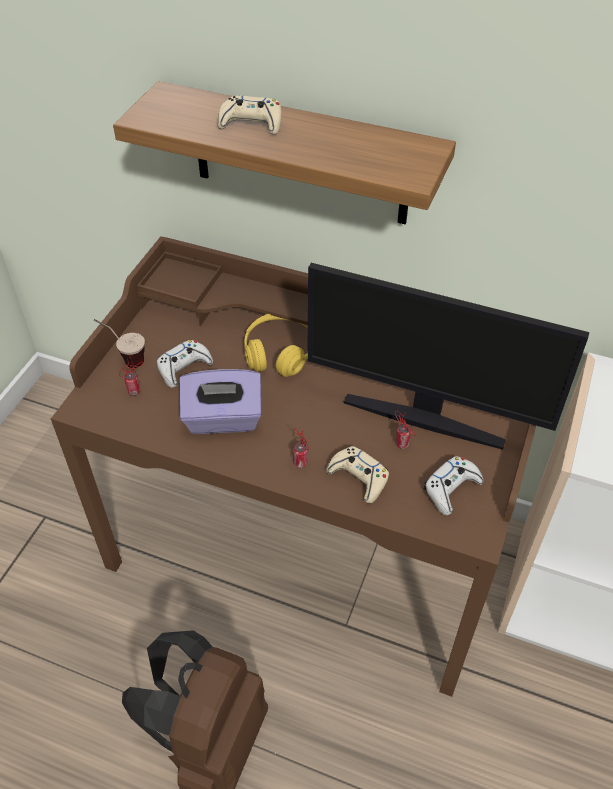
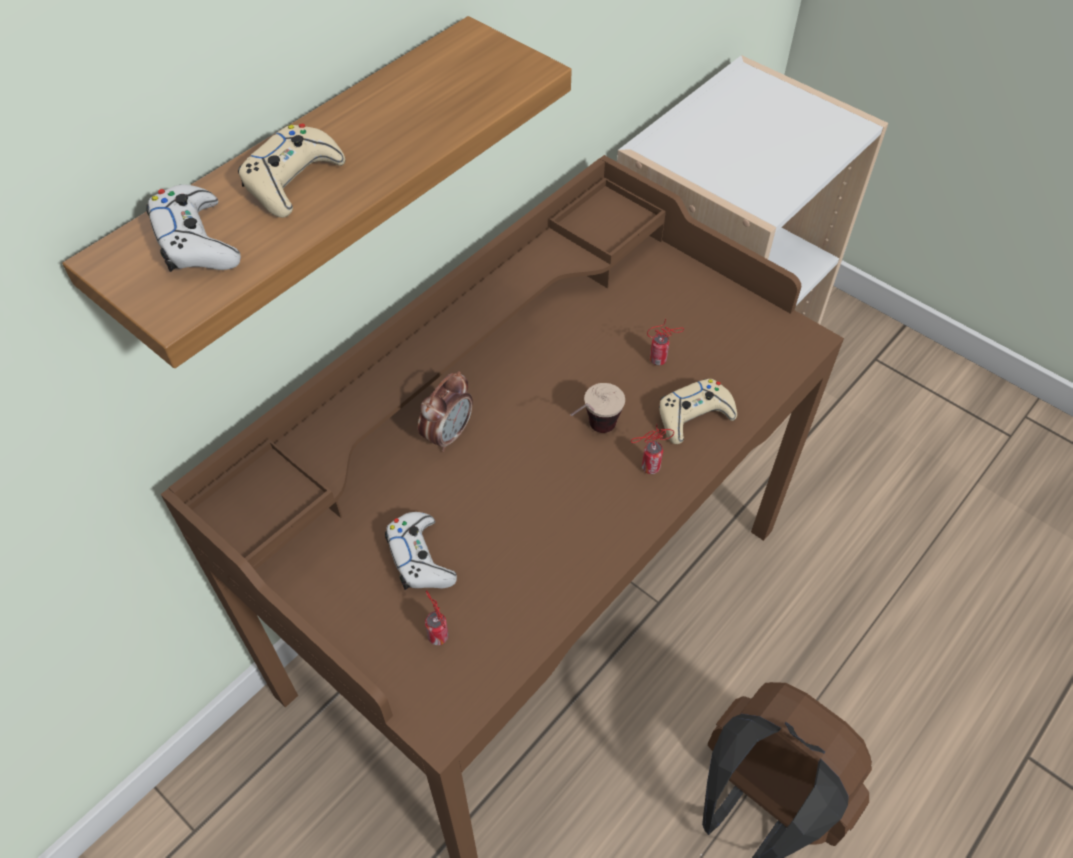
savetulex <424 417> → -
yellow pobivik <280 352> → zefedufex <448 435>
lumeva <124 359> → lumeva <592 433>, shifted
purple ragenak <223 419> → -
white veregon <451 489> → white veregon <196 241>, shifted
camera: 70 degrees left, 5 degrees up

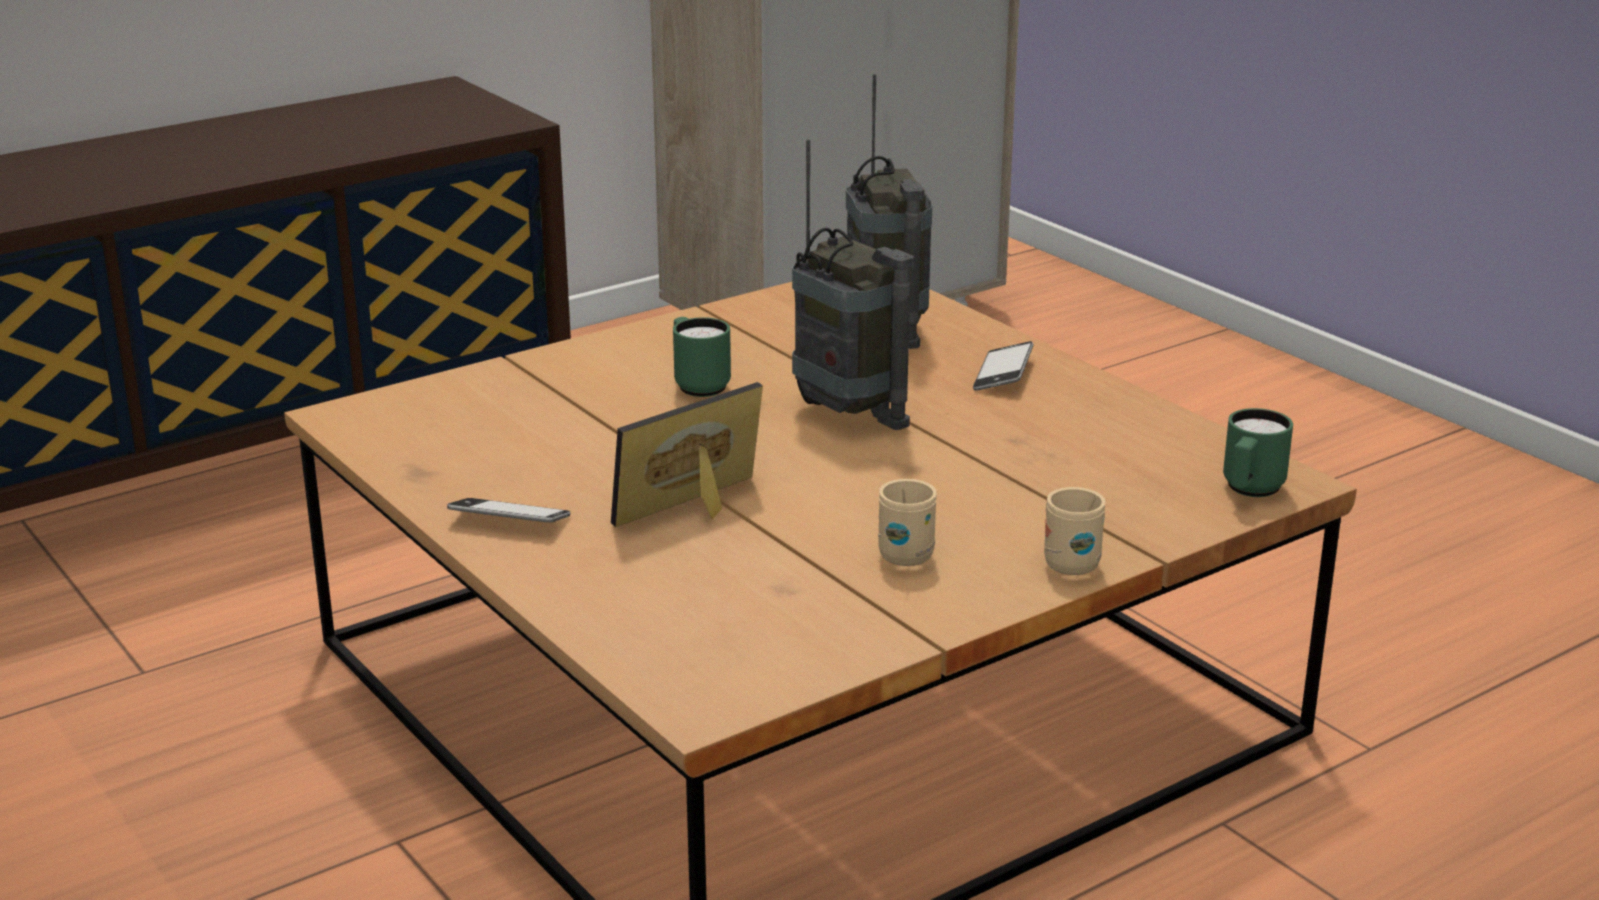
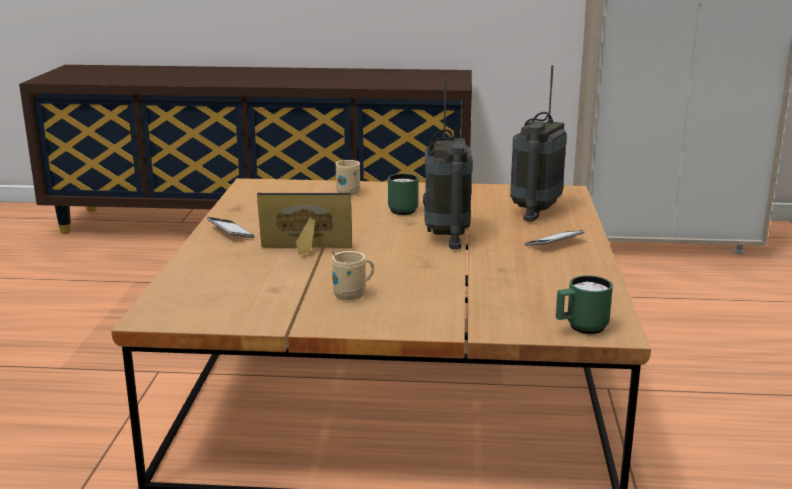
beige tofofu <1067 561> → beige tofofu <349 192>, shifted
camera: 40 degrees right, 5 degrees down

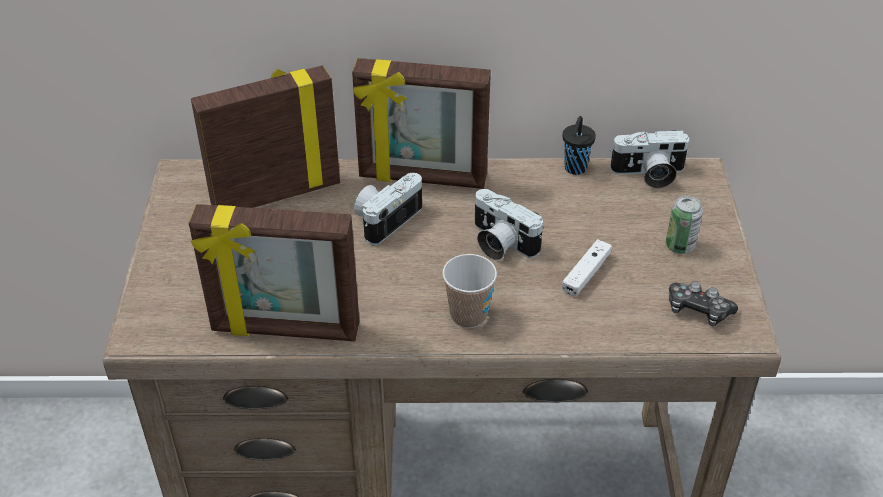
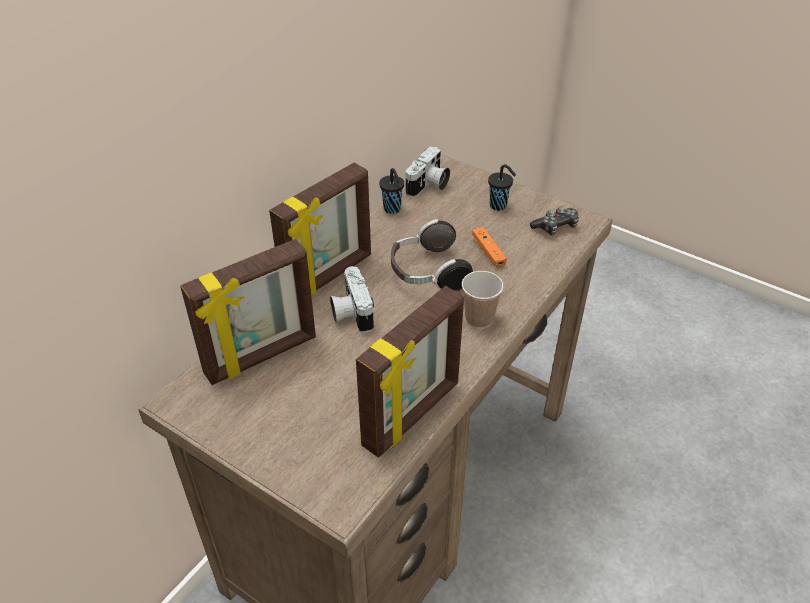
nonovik <275 193> → nonovik <262 357>, 135 degrees counterclockwise
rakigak <499 243> → pobivik <427 273>
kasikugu <679 245> → black lumeva <499 206>
white veregon <586 274> → orange veregon <488 252>
camera: 55 degrees left, 0 degrees up

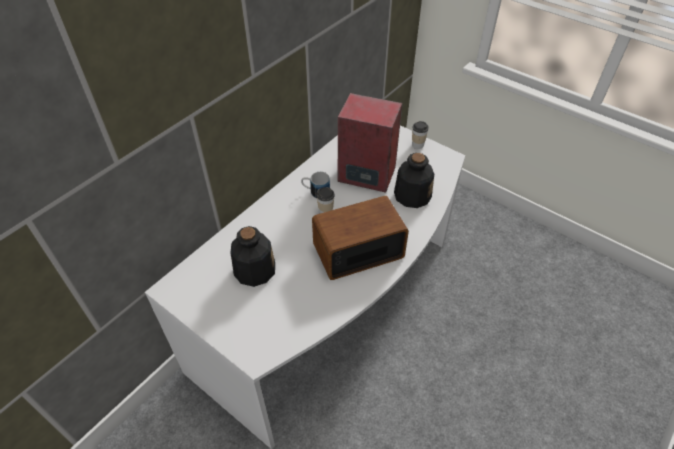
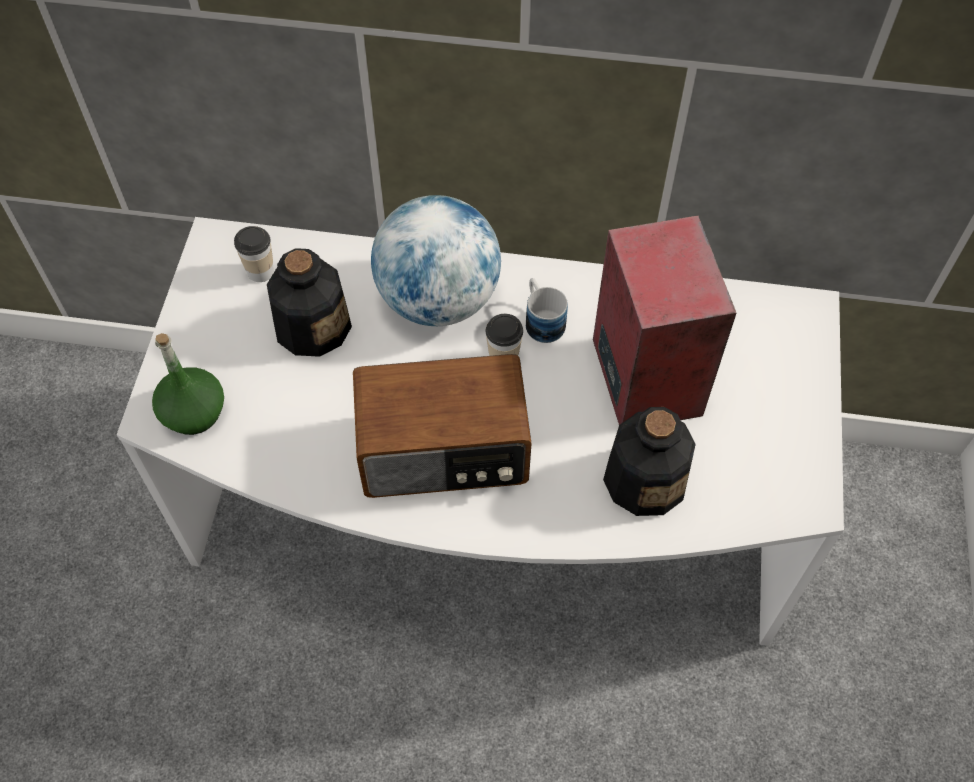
lumeva <417 145> → lumeva <260 271>, shifted
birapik <357 250> → birapik <444 451>, 135 degrees clockwise
- → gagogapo <438 299>
- → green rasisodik <194 412>
camera: 60 degrees right, 10 degrees up

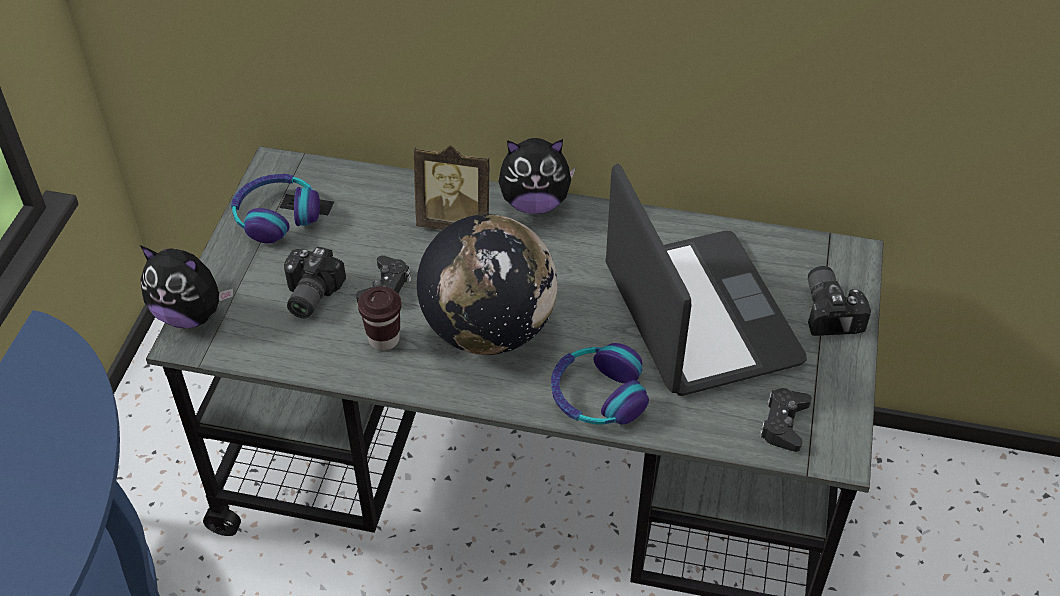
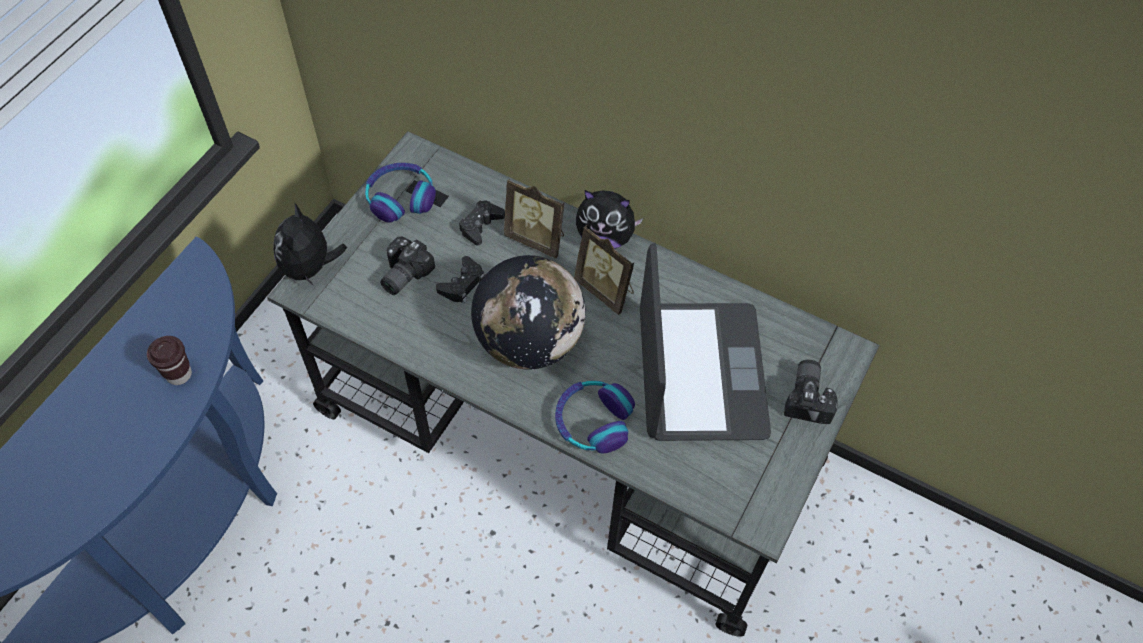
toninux <190 314> → toninux <310 268>, 60 degrees clockwise
brown lumeva <384 339> → brown lumeva <179 374>, shifted
black veregon <783 424> → black veregon <480 225>, shifted
- → nonovik <606 289>
camera: 15 degrees right, 10 degrees up

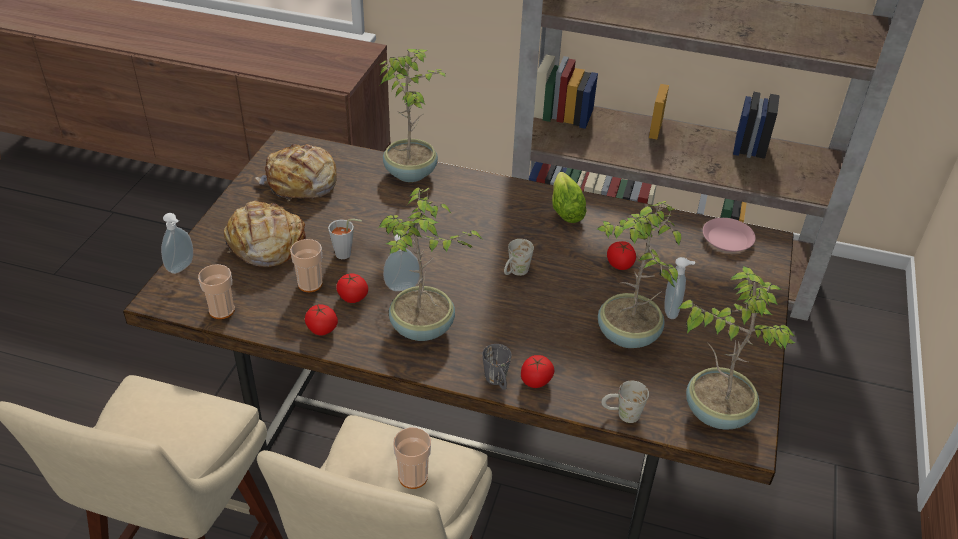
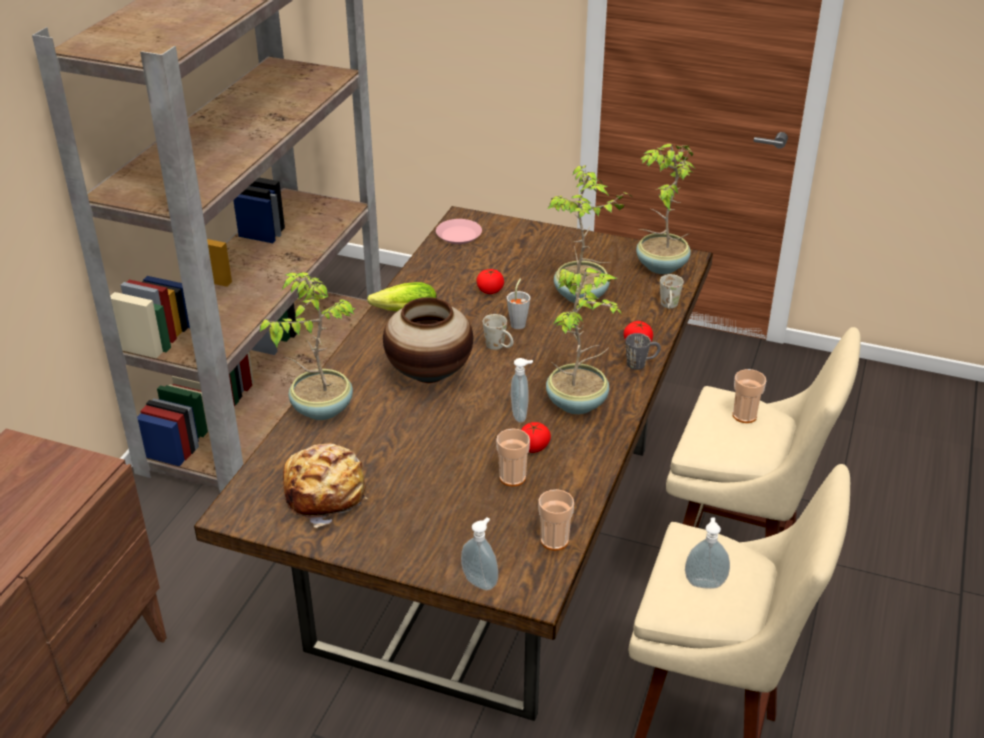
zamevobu <265 244> → -
grey lumeva <346 255> → grey lumeva <519 323>, shifted
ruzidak <672 311> → ruzidak <704 582>, shifted
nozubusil <321 329> → -
- → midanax <429 373>
camera: 85 degrees left, 5 degrees down

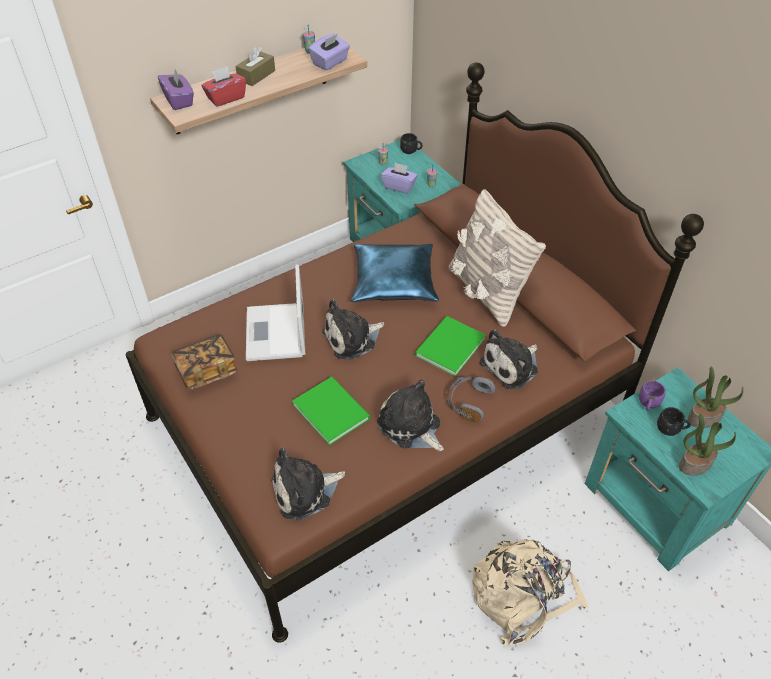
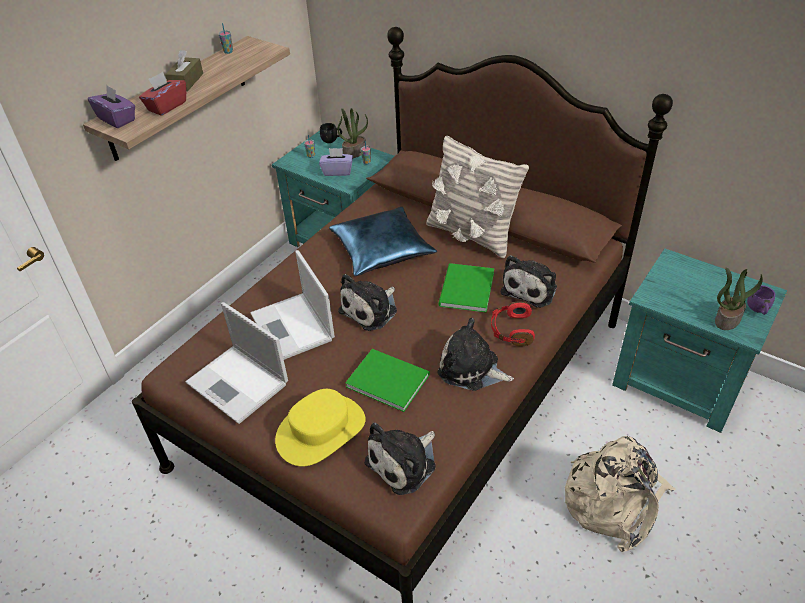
purple ragenak <330 62> → -
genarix <206 370> → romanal <239 384>
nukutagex <704 417> → nukutagex <354 152>, shifted
grey pobivik <468 402> → red pobivik <511 330>
purple tofofu <648 404> → purple tofofu <758 310>, shifted
black tofofu <671 429> → -
- → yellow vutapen <321 430>
camera: 20 degrees left, 5 degrees down

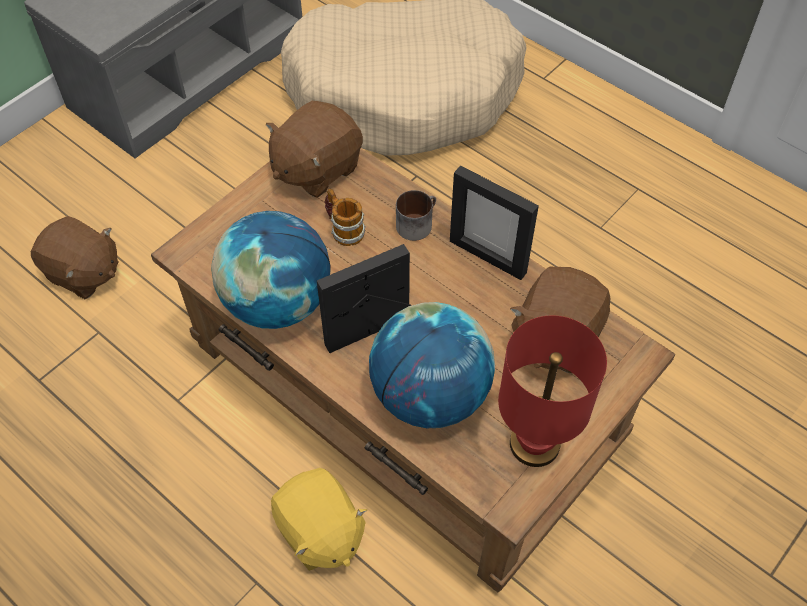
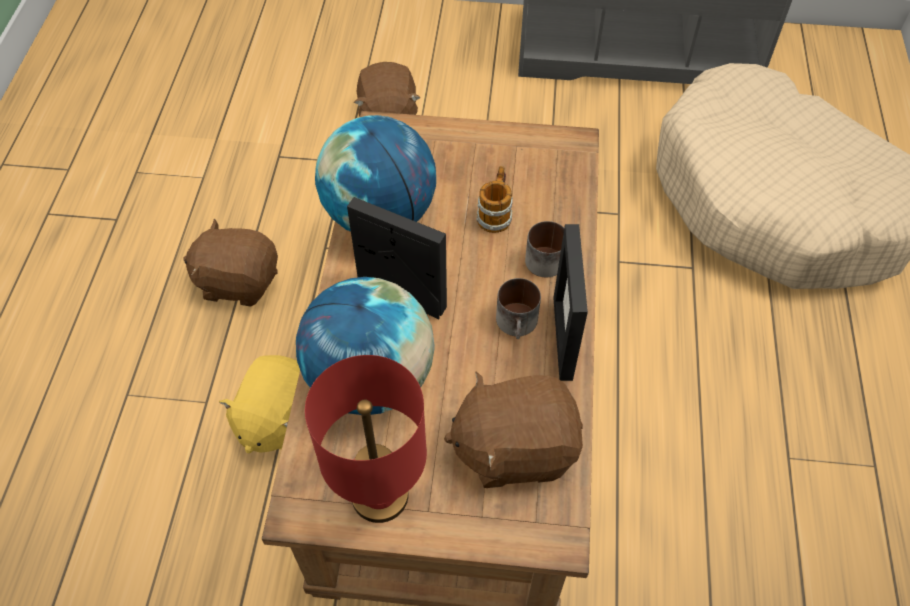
brown toninux <316 168> → brown toninux <238 281>, shifted
- → tofofu <518 324>
camera: 55 degrees right, 0 degrees up

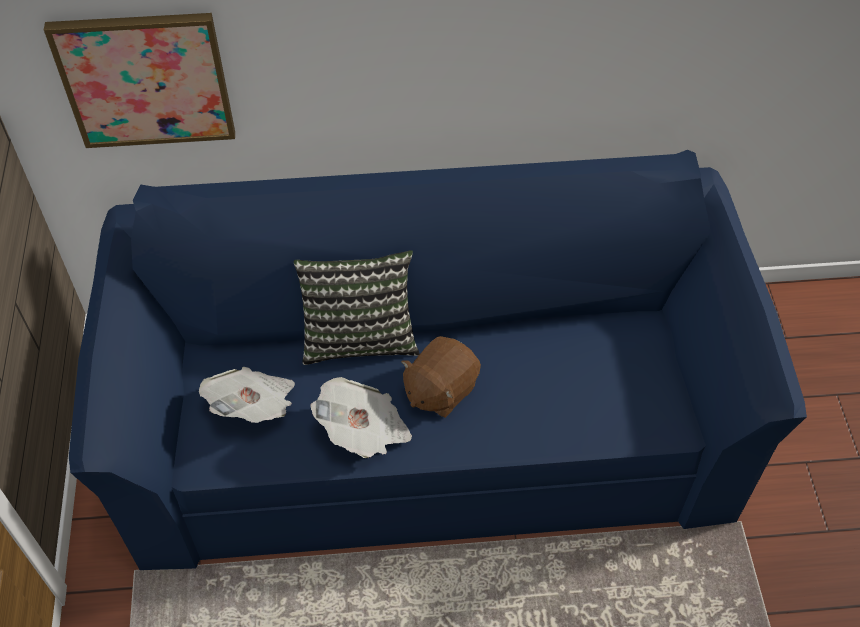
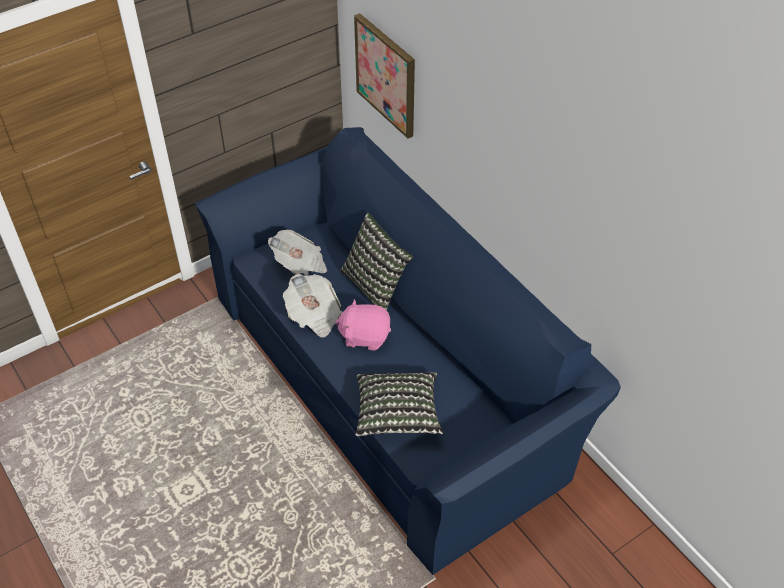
brown toninux <440 390> → pink toninux <364 336>
- → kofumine <397 414>
camera: 60 degrees right, 5 degrees down

